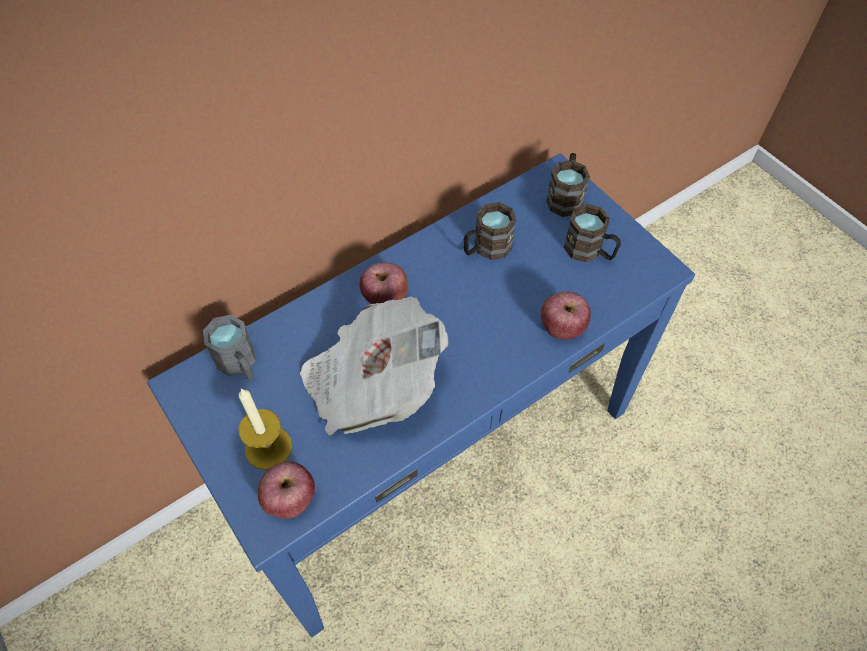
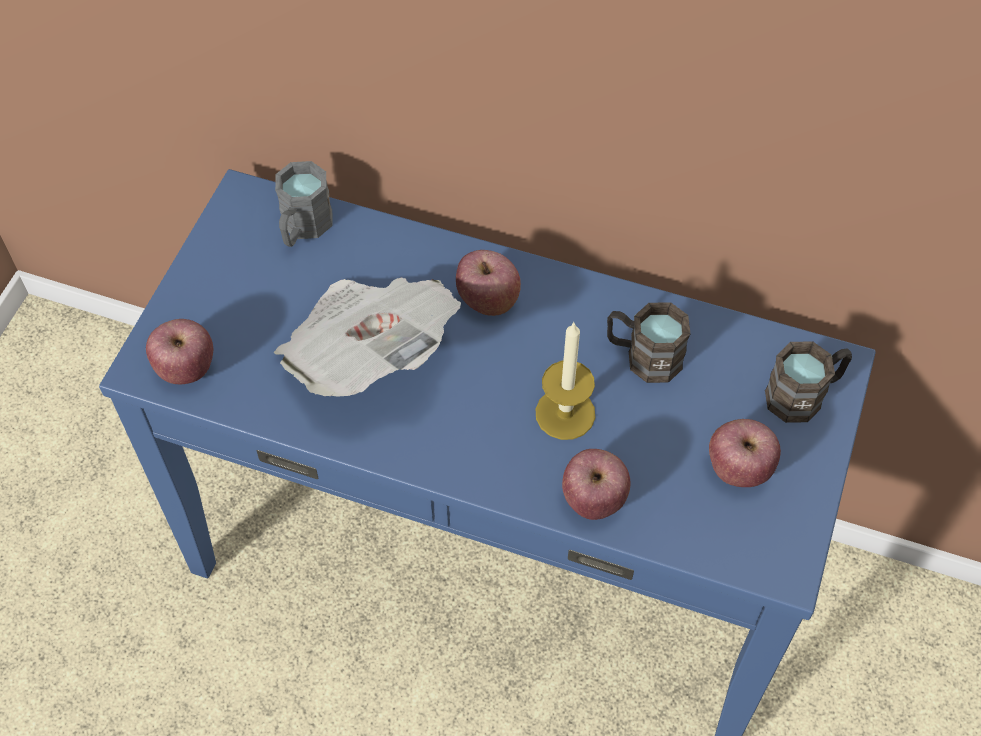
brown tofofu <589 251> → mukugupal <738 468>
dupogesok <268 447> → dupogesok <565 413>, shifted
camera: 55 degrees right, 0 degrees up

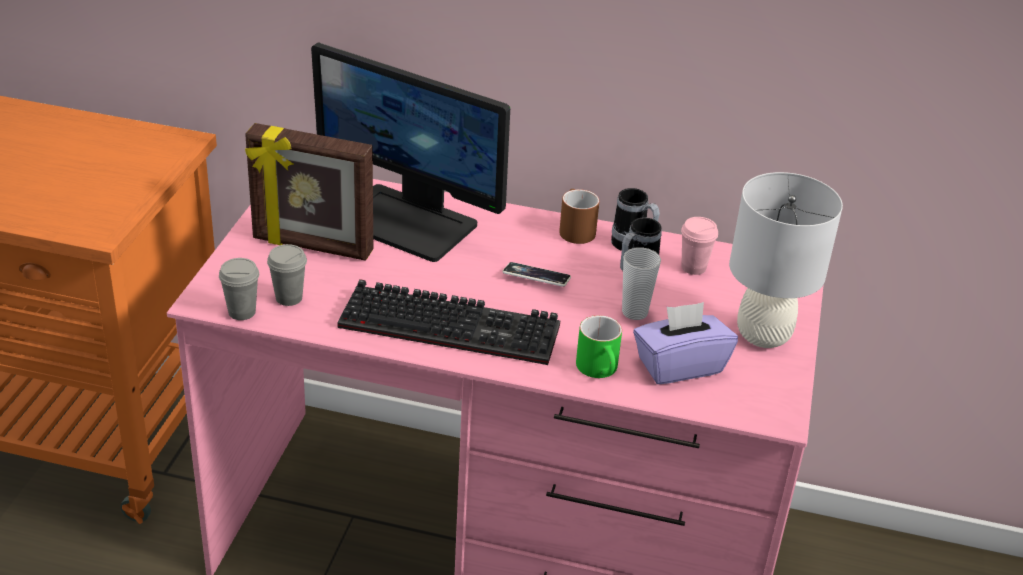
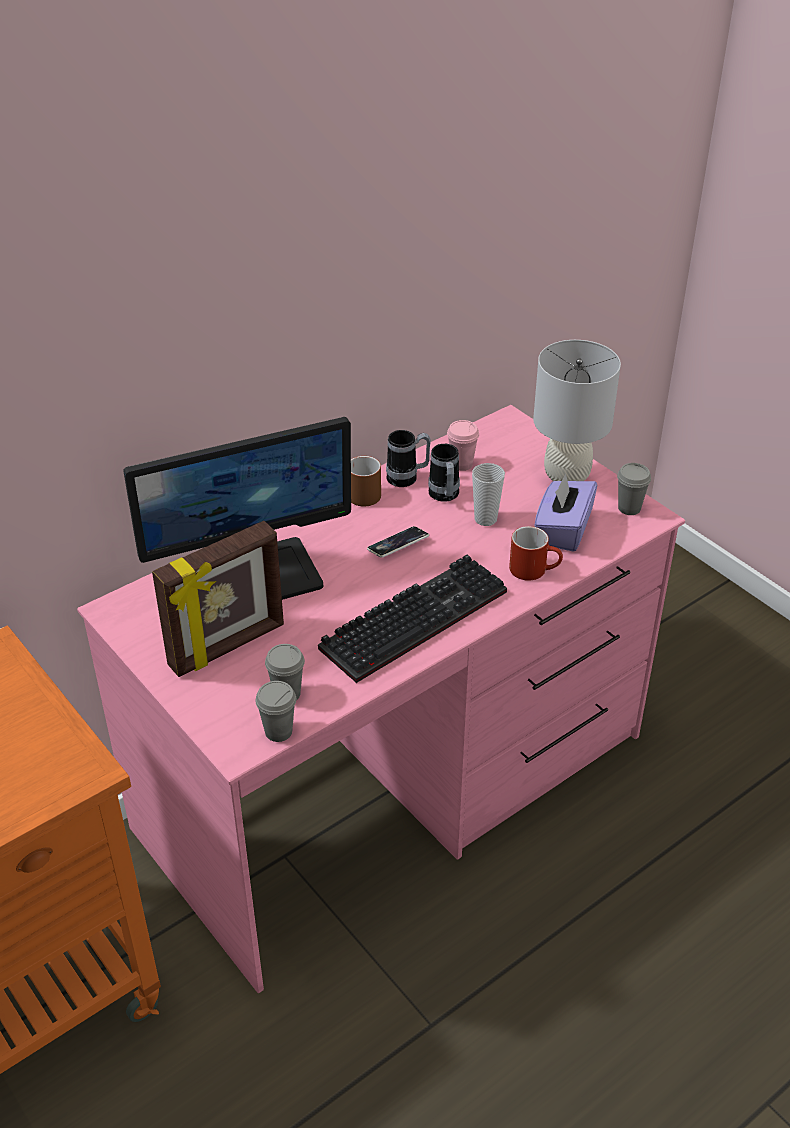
green tofofu <601 370> → red tofofu <535 569>
- → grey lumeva <629 508>
camera: 50 degrees left, 5 degrees up

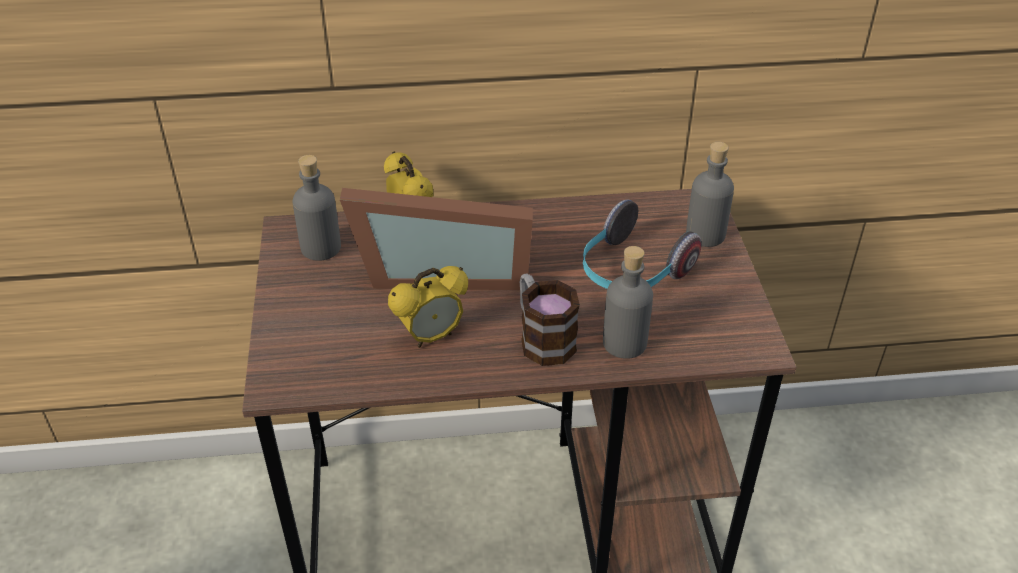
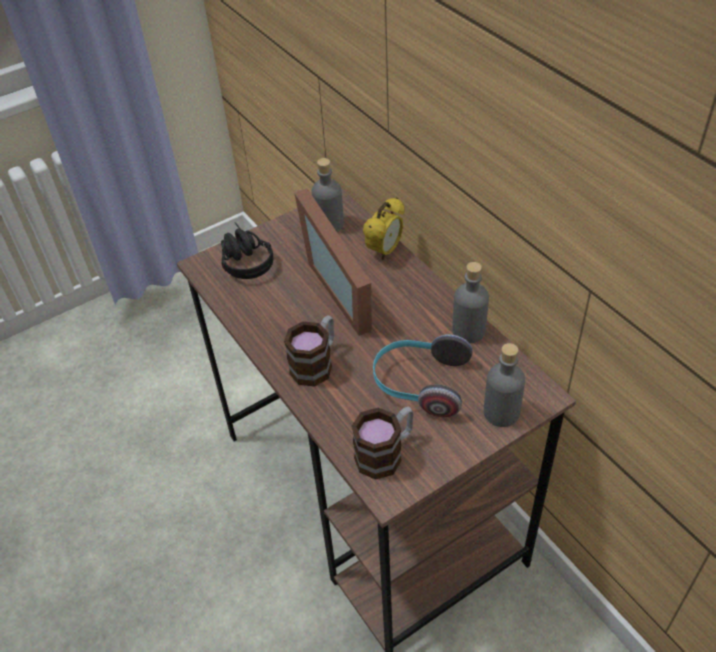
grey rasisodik <624 343> → grey rasisodik <468 331>, shifted
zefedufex <431 337> → -
- → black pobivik <243 258>
- → tofofu <386 453>
camera: 65 degrees right, 5 degrees up

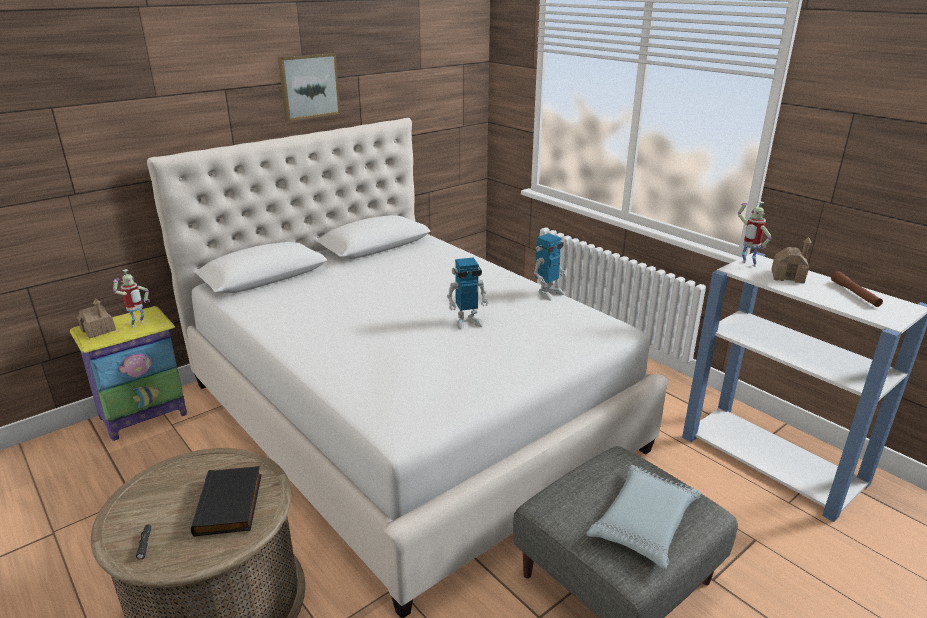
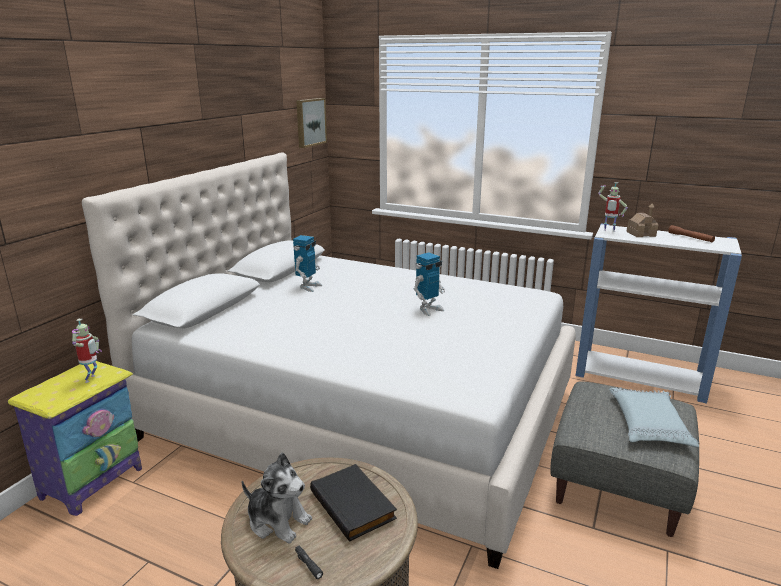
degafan <308 86> → degafan <310 122>, shifted
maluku <548 293> → maluku <308 287>, shifted
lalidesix <98 330> → -
- → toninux <278 521>
camera: 25 degrees left, 5 degrees down

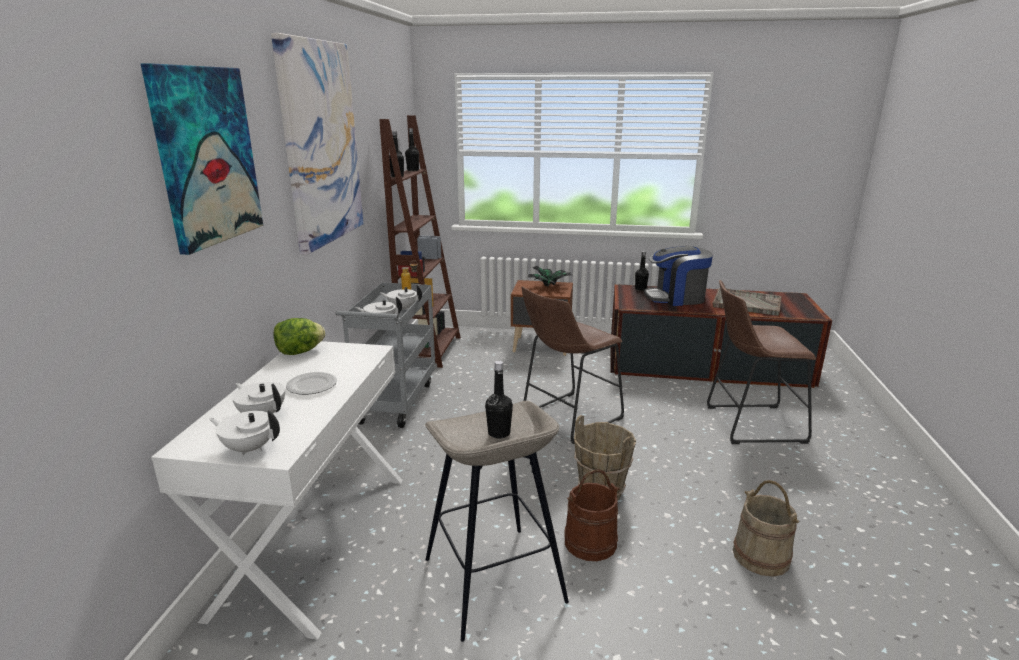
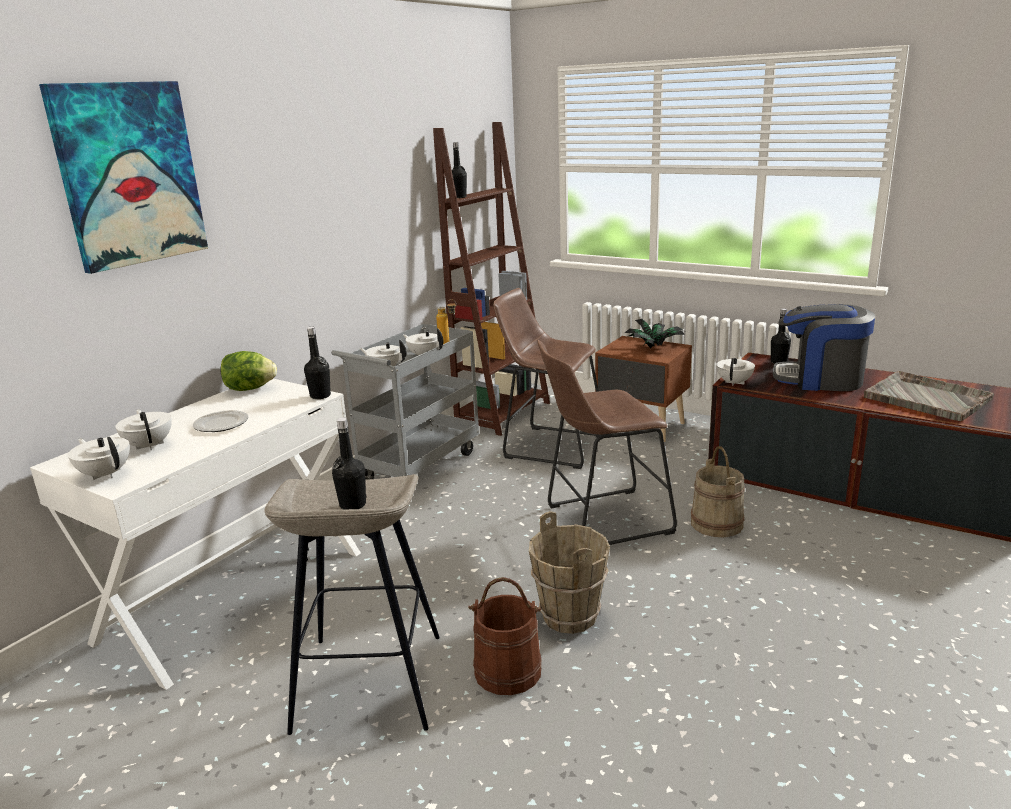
degafan <321 144> → -
black rasisodik <413 170> → black rasisodik <320 396>, shifted
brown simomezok <748 424> → brown simomezok <549 446>, shifted
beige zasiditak <760 556> → beige zasiditak <716 523>, shifted
- → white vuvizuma <734 383>
camera: 25 degrees right, 0 degrees up

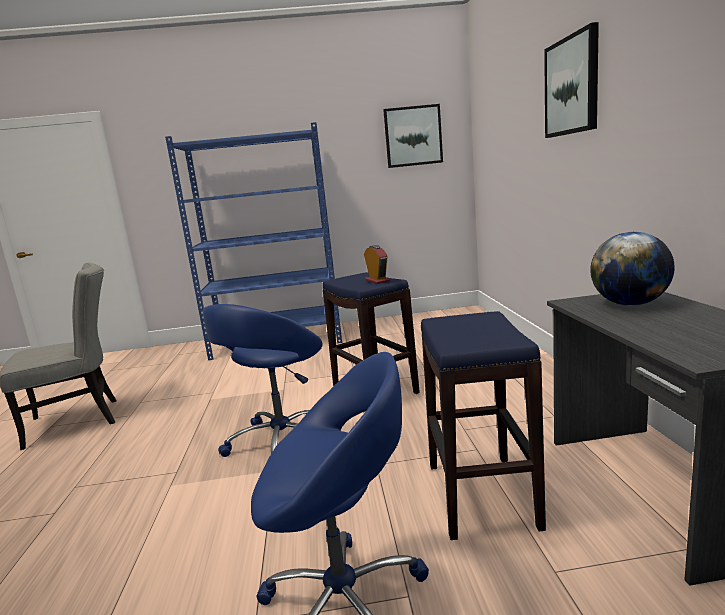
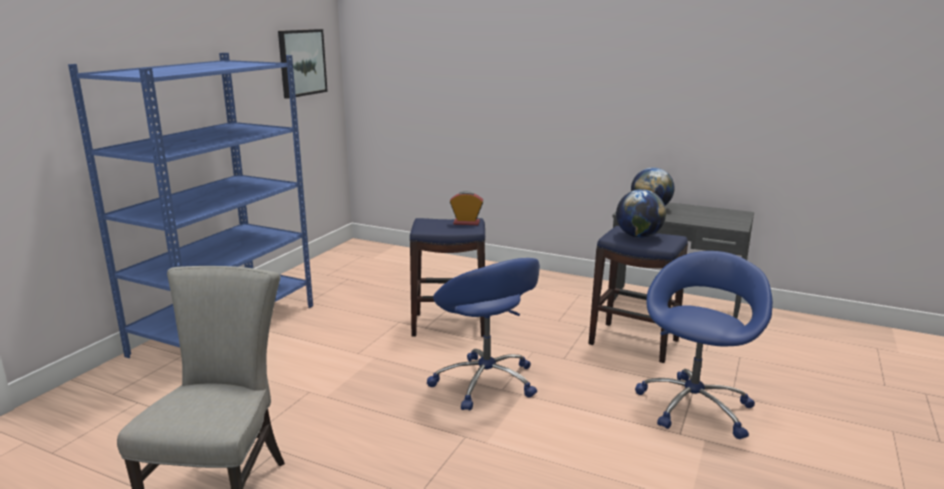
degafan <572 86> → -
- → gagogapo <638 236>
camera: 60 degrees left, 5 degrees up

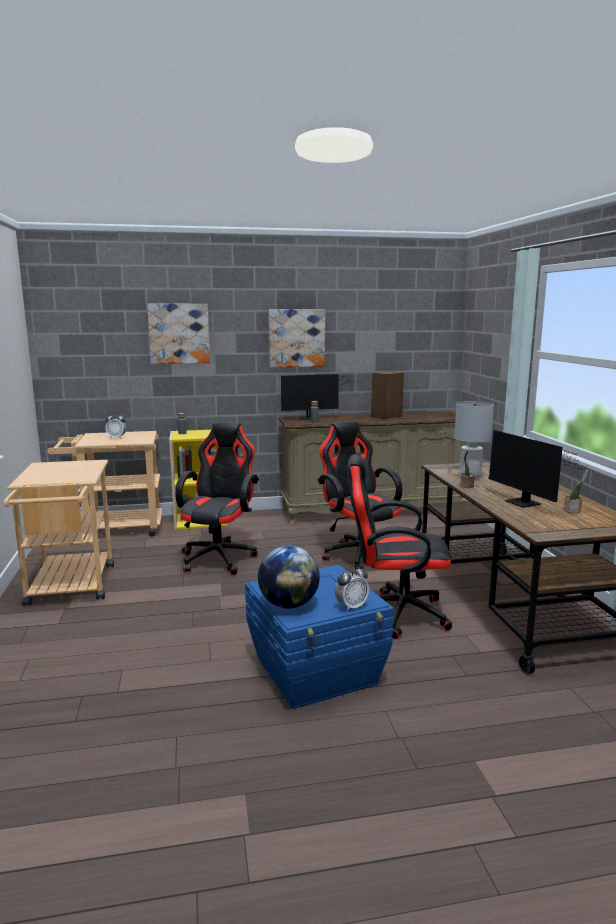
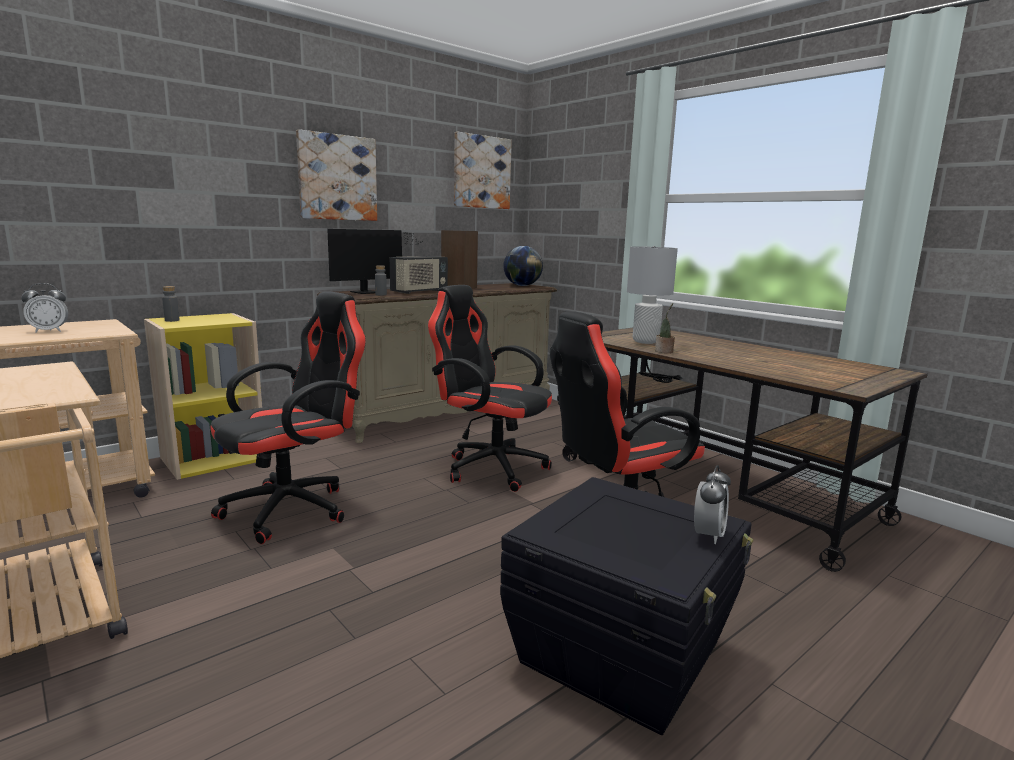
degafan <179 333> → degafan <481 172>, shifted
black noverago <220 557> → black noverago <296 508>, 60 degrees clockwise
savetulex <525 504> → -
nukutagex <573 511> → -
gagogapo <288 604> → gagogapo <522 285>, shifted
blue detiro <317 671> → black detiro <622 652>
- → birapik <419 291>
camera: 30 degrees left, 0 degrees up

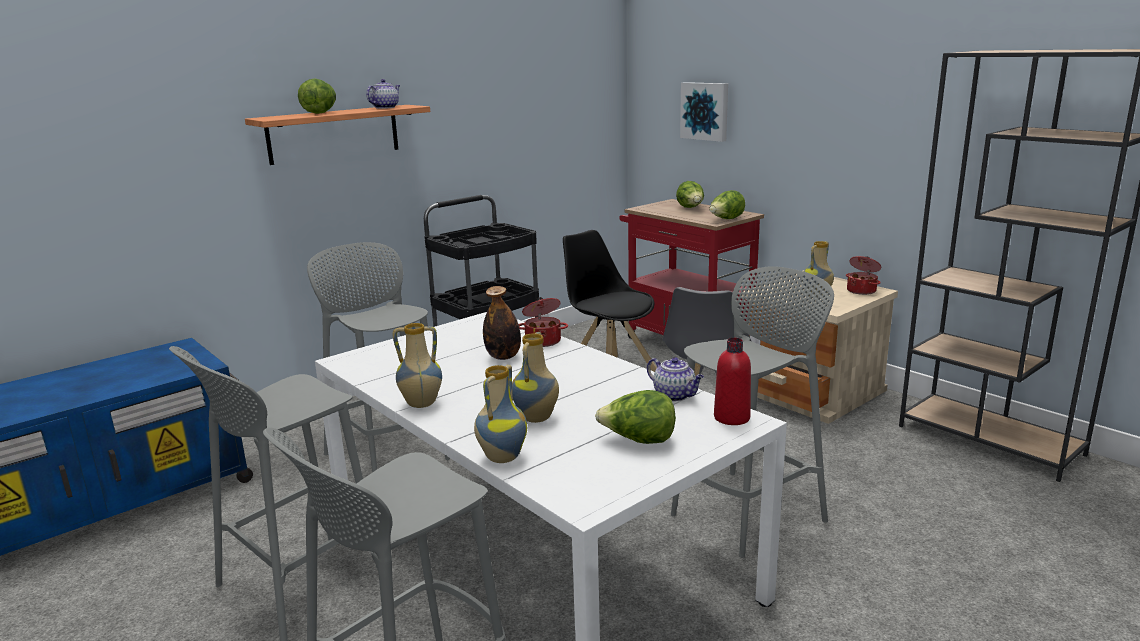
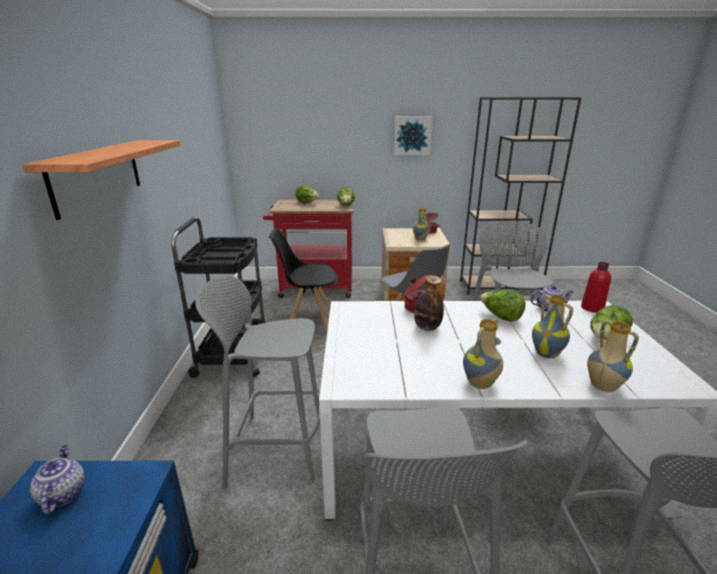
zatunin <320 113> → zatunin <500 317>, shifted
vuvizuma <385 107> → vuvizuma <63 493>, shifted
degafan <705 111> → degafan <412 135>, shifted
camera: 50 degrees left, 5 degrees up

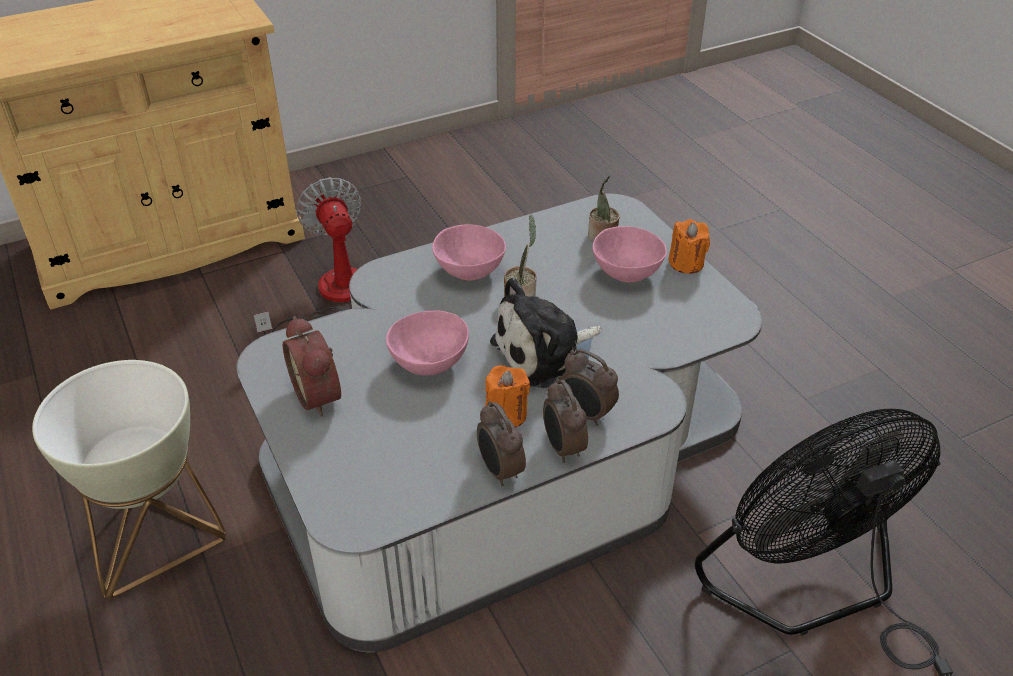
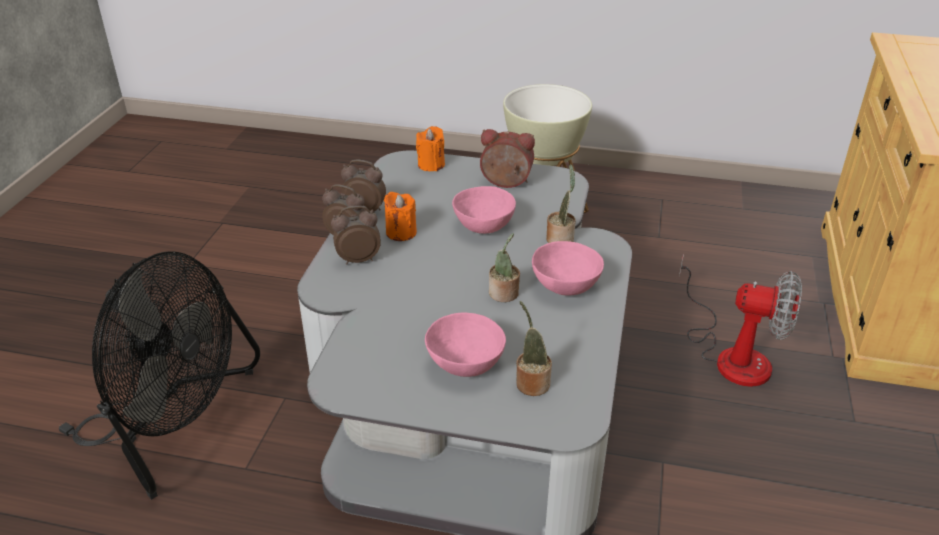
orange dupogesok <686 263> → orange dupogesok <431 165>, shifted
toninux <545 353> → -
- → nukutagex <560 238>
camera: 130 degrees right, 5 degrees down

